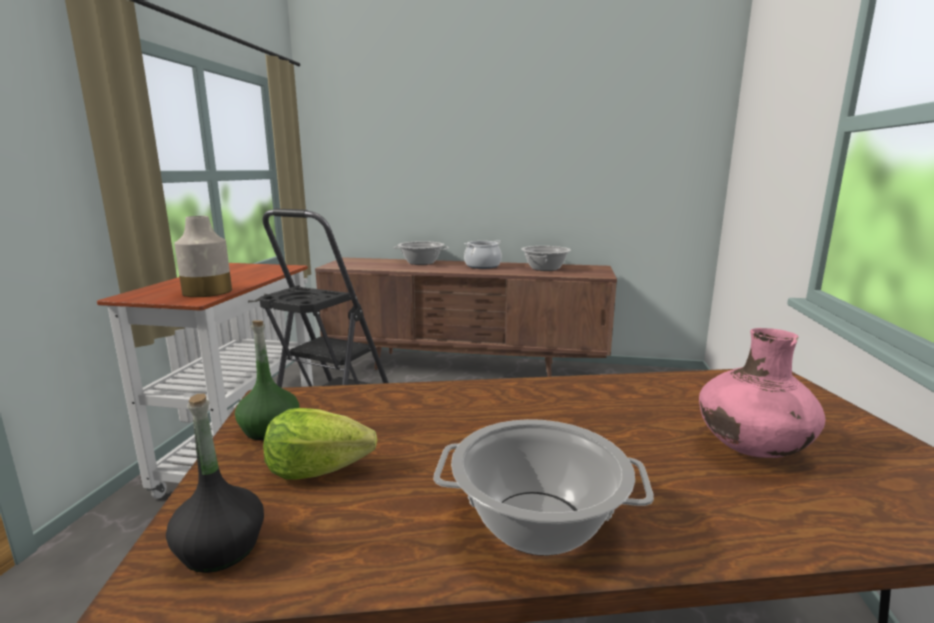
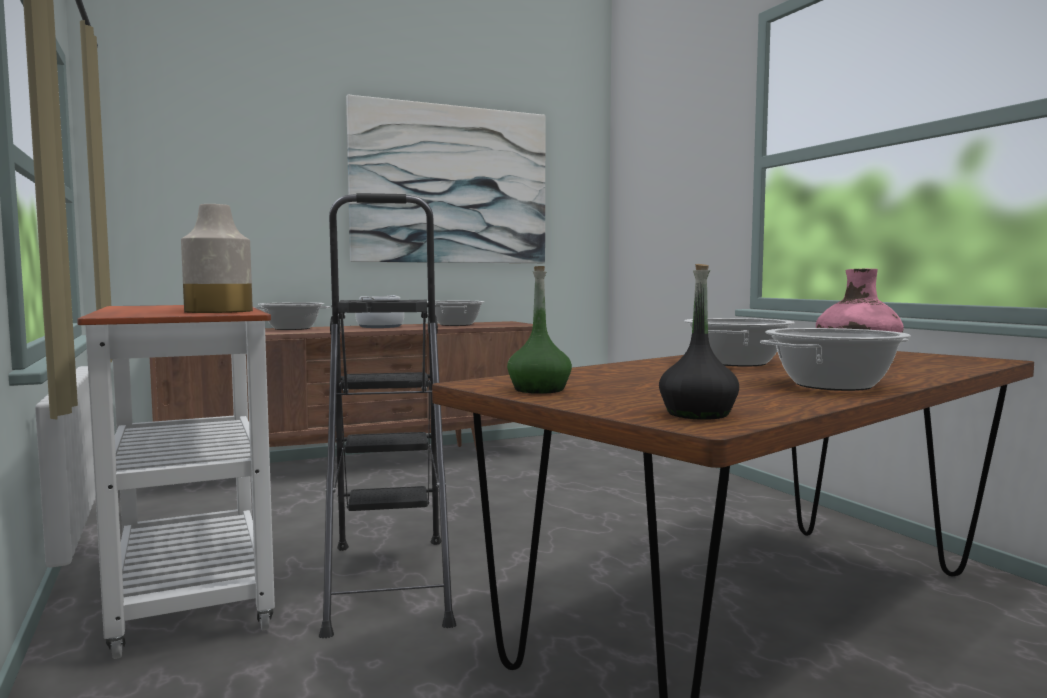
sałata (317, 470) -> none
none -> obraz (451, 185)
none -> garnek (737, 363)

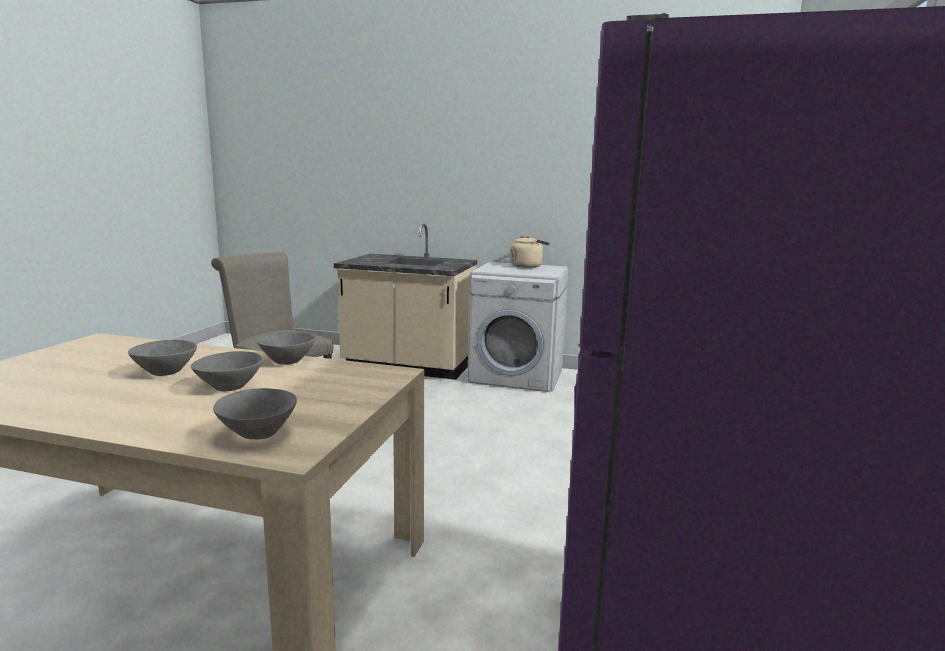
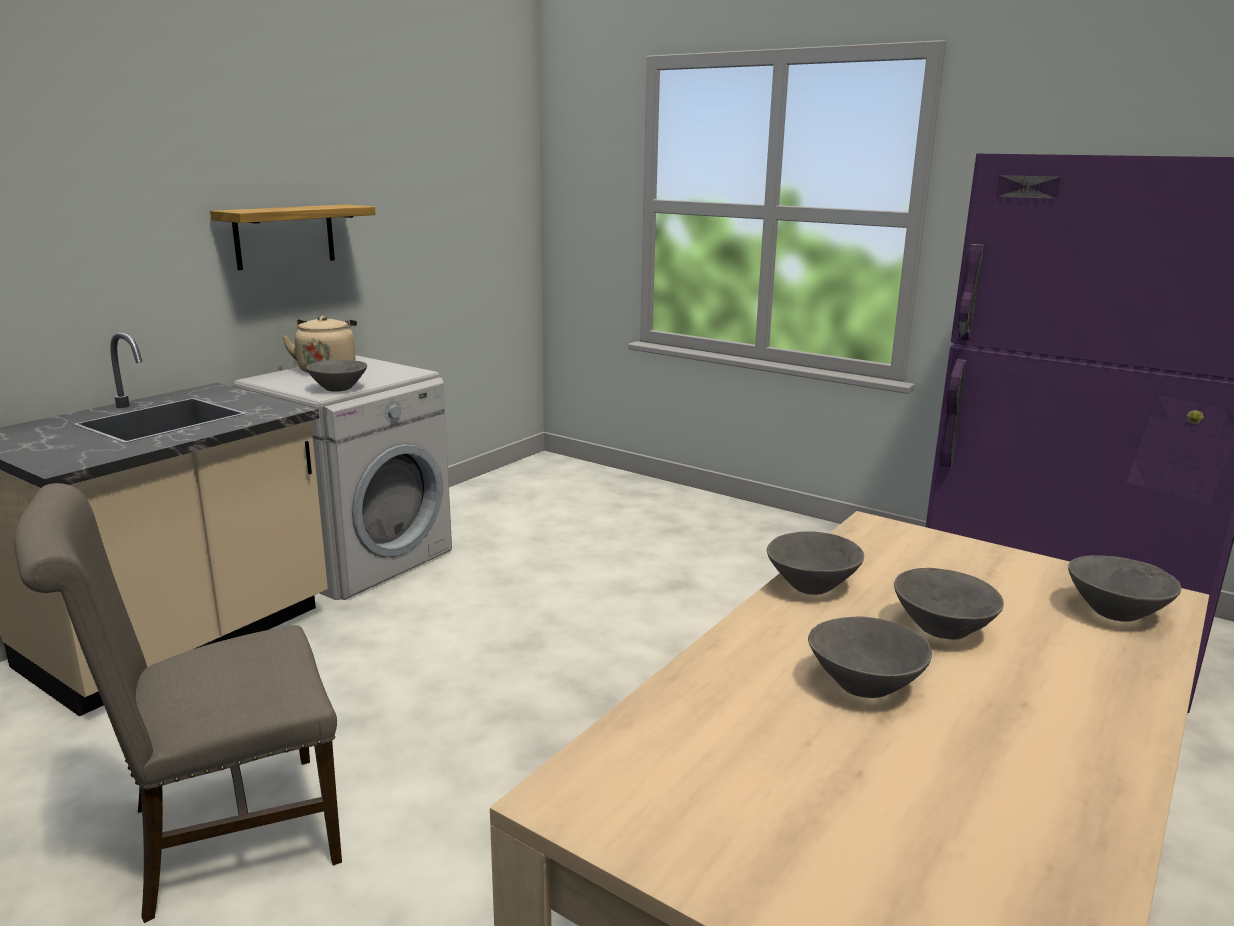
none -> półka (285, 236)
none -> miska (szary) (339, 389)

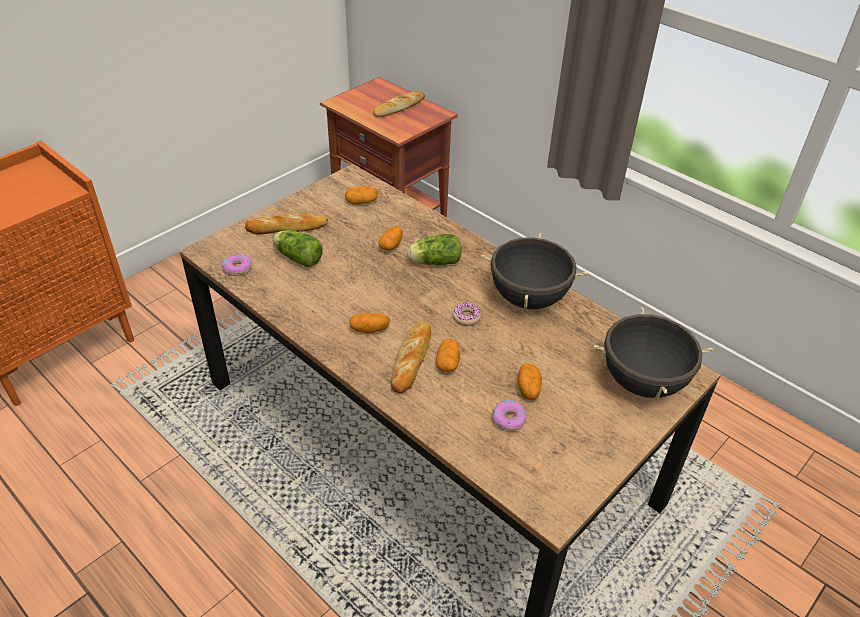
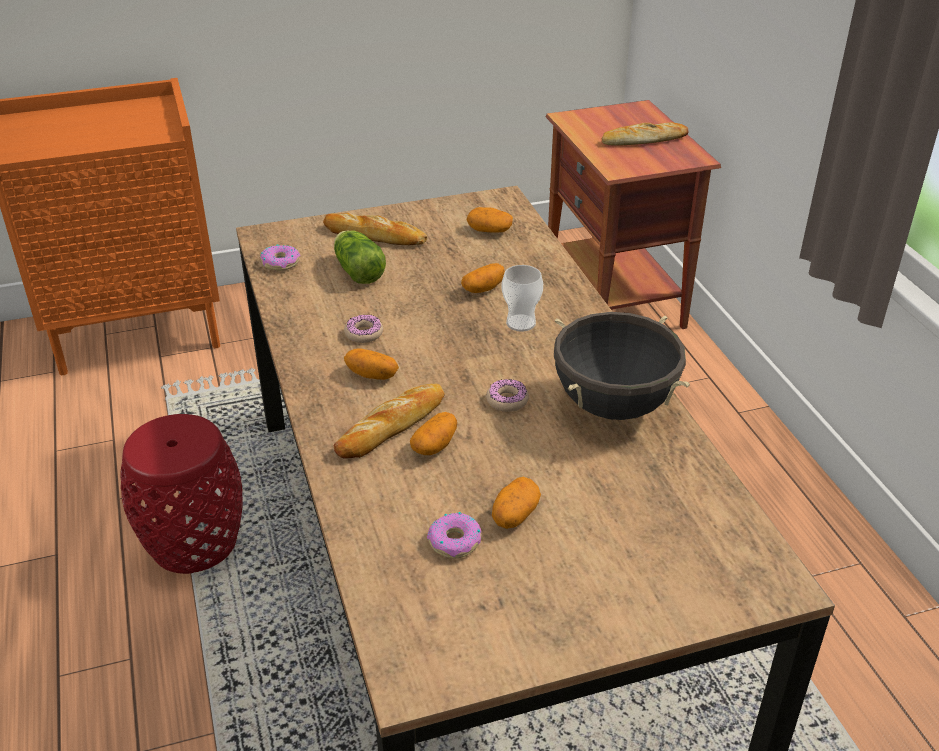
sałata (433, 262) -> filiżanka (521, 323)
garnek (czarny) (642, 382) -> none
none -> stołek (czerwony) (194, 543)
none -> donut (364, 333)

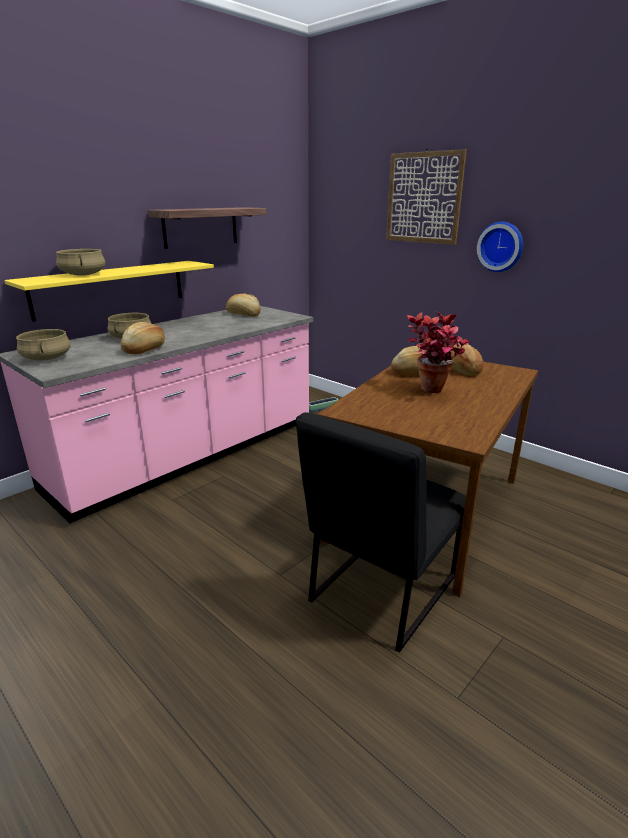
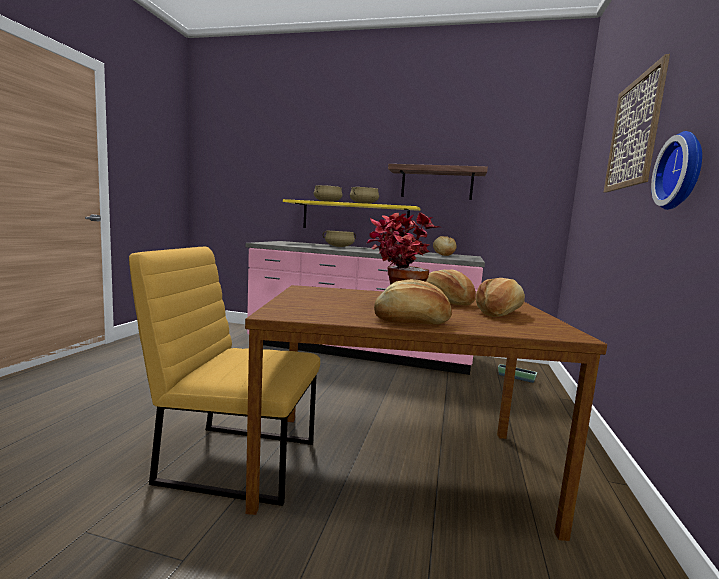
garnek (beżowy) (47, 358) -> garnek (beżowy) (364, 203), relocated
chleb (145, 349) -> chleb (412, 321), relocated
krzesło (czarny) (380, 590) -> krzesło (żółty) (235, 460)

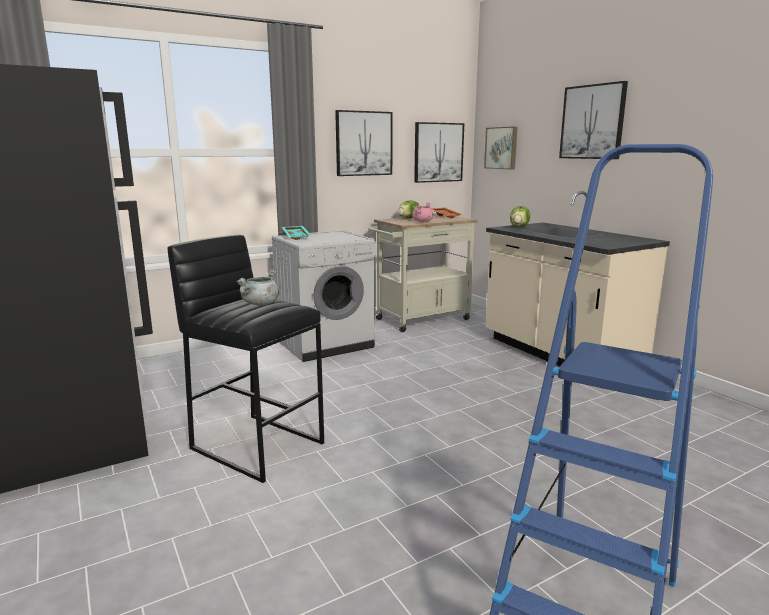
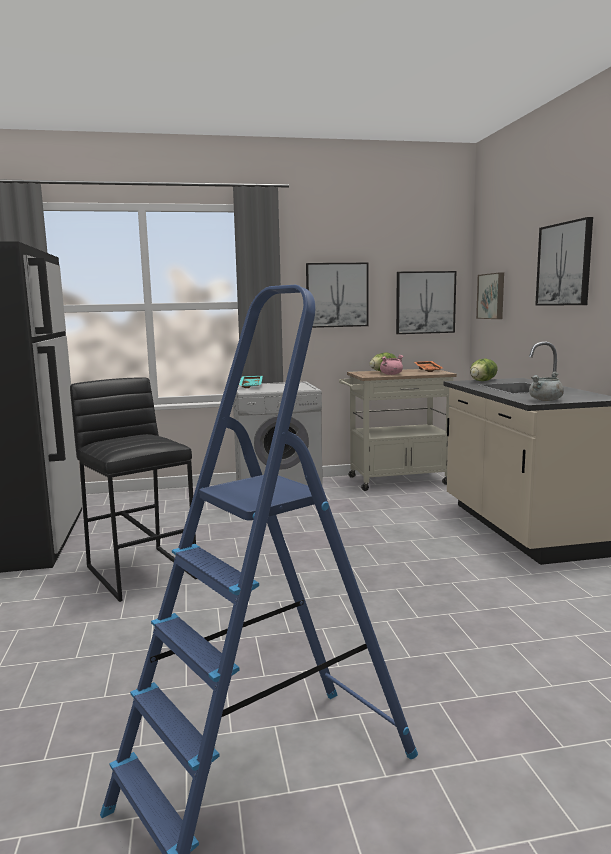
garnek (szary) (260, 304) -> garnek (szary) (545, 400), relocated

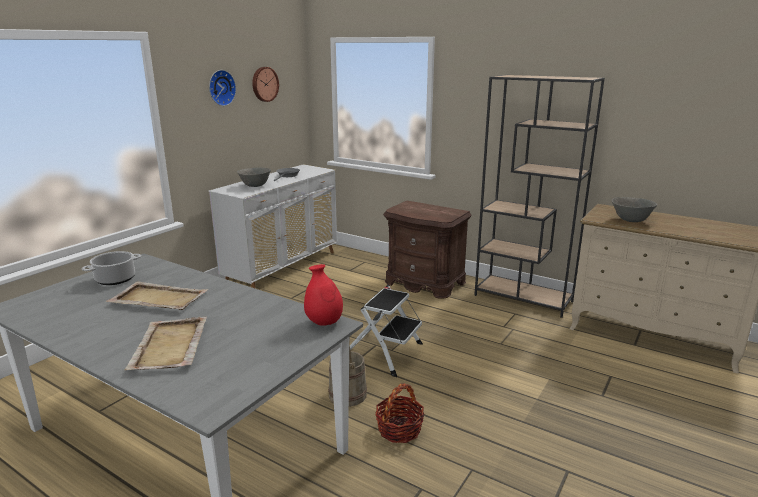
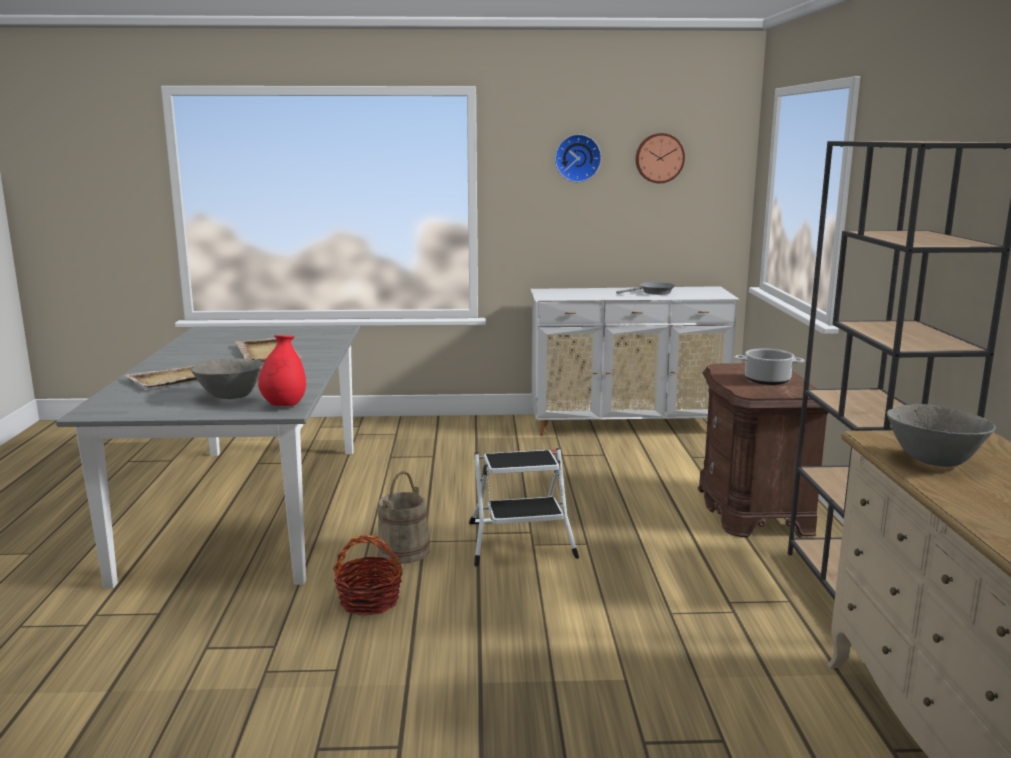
garnek (115, 279) -> garnek (766, 380), relocated
miska (szary) (255, 186) -> miska (szary) (230, 397), relocated

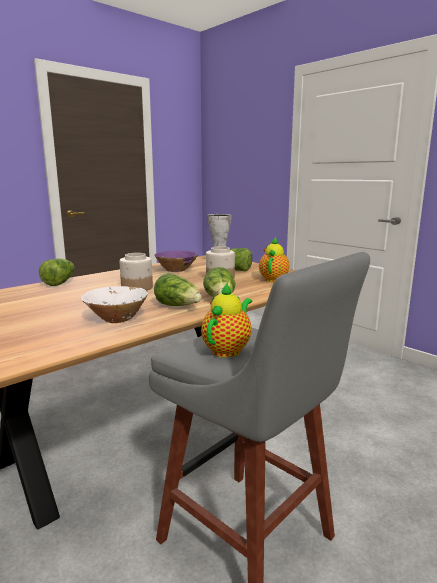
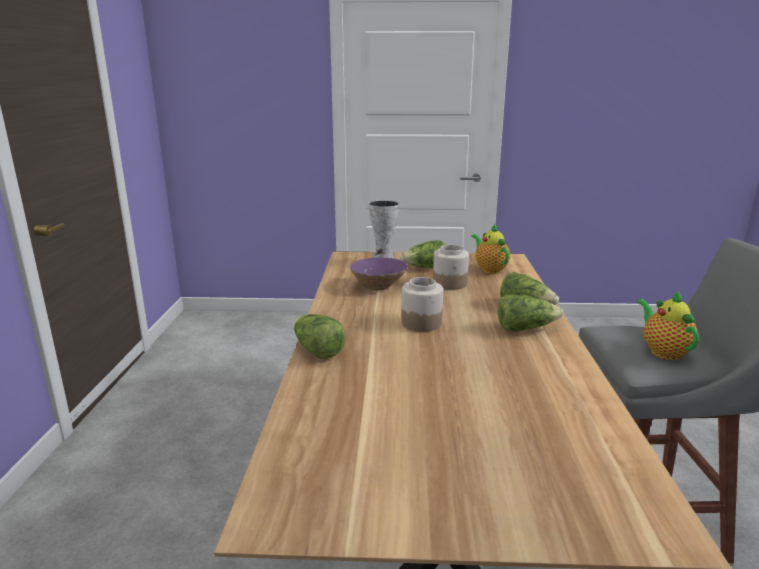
miska (biały) (117, 319) -> none

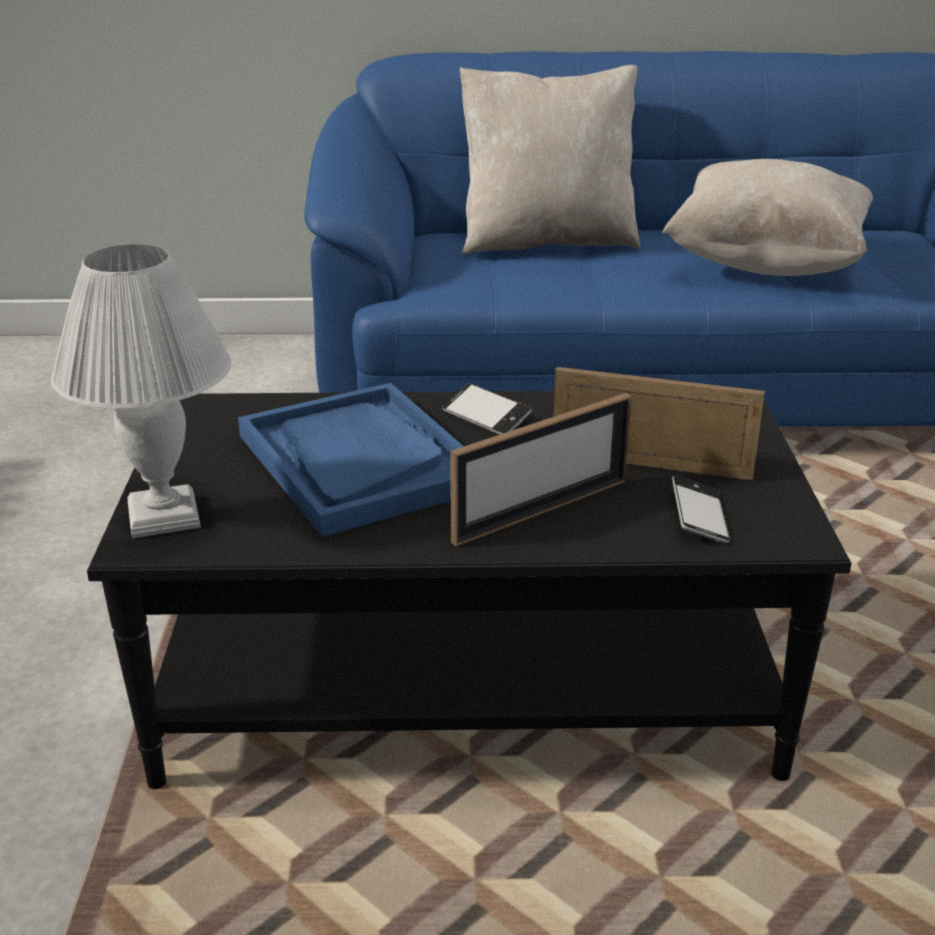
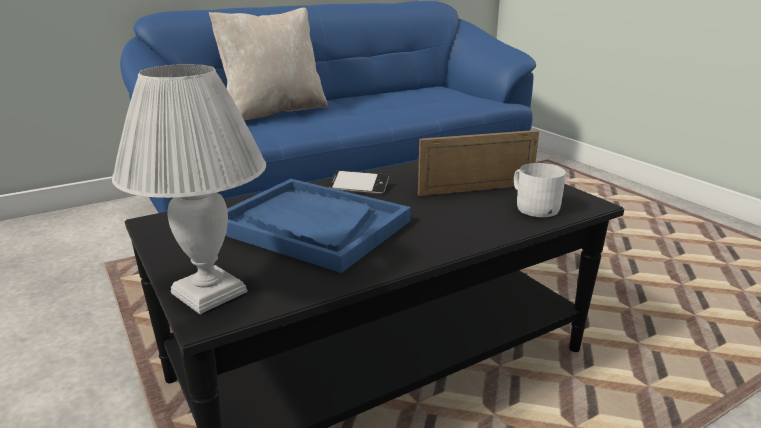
ramka na zdjęcie (541, 511) -> none
poduszka (beżowy) (766, 265) -> none
telefon (699, 517) -> kubek (biały) (533, 206)

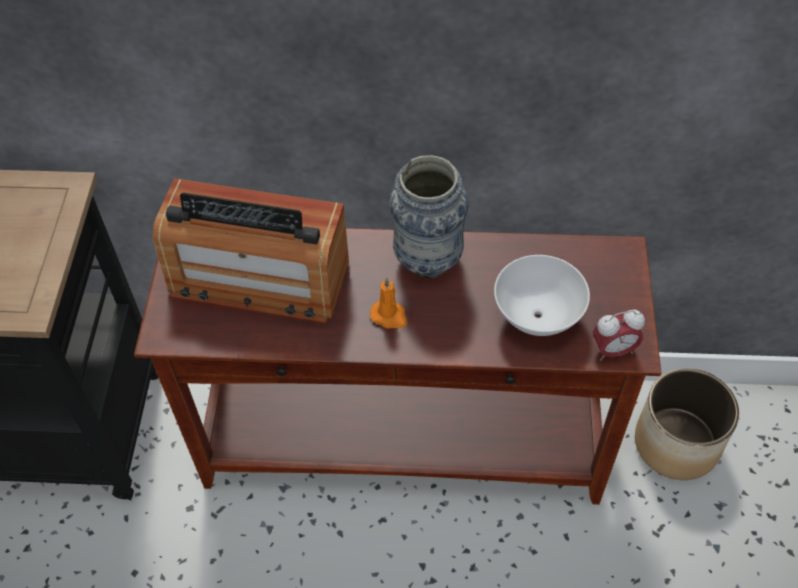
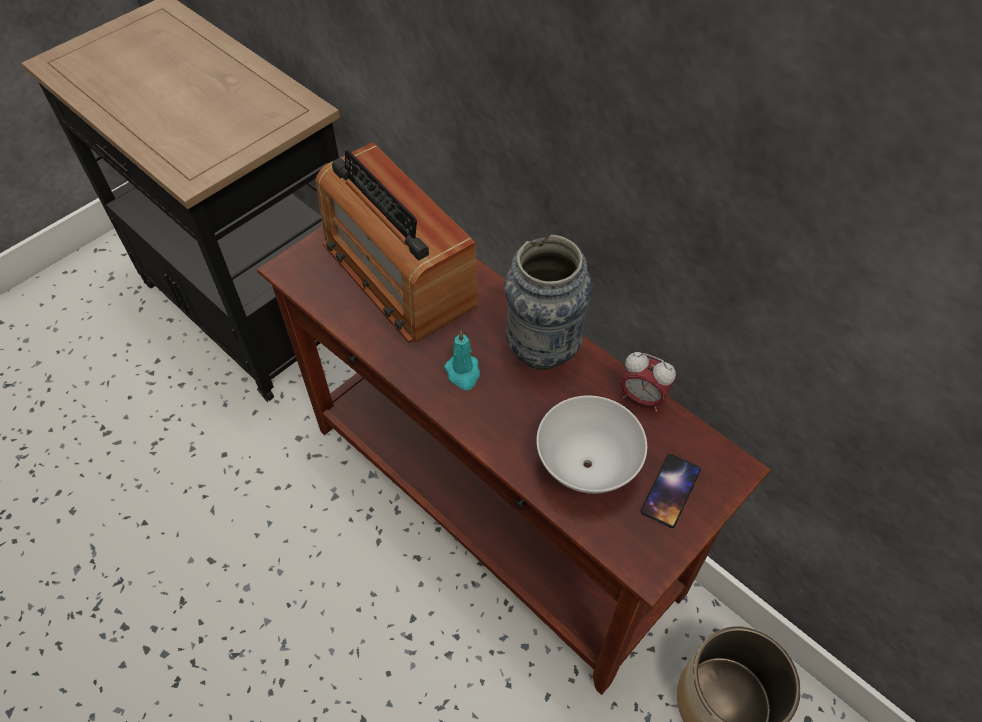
świeca (pomarańczowy) (389, 316) -> świeca (turkusowy) (463, 373)
budzik (613, 350) -> budzik (642, 398), relocated
none -> telefon (670, 490)

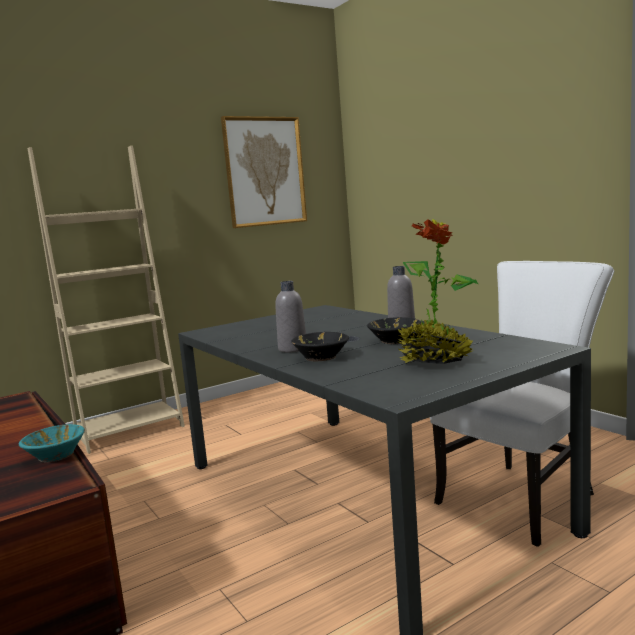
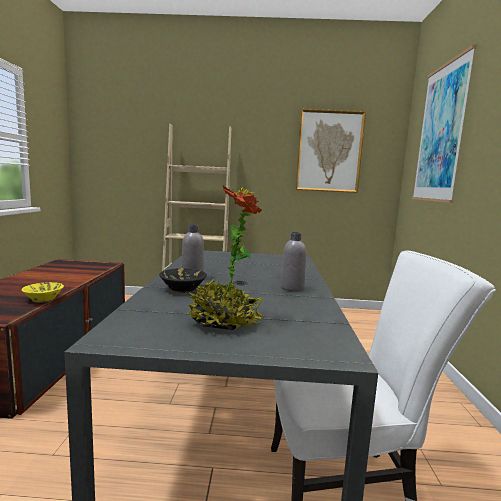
miska (turkusowy) (55, 455) -> miska (żółty) (44, 299)
miska (czarny) (394, 341) -> none
none -> obraz (441, 133)

